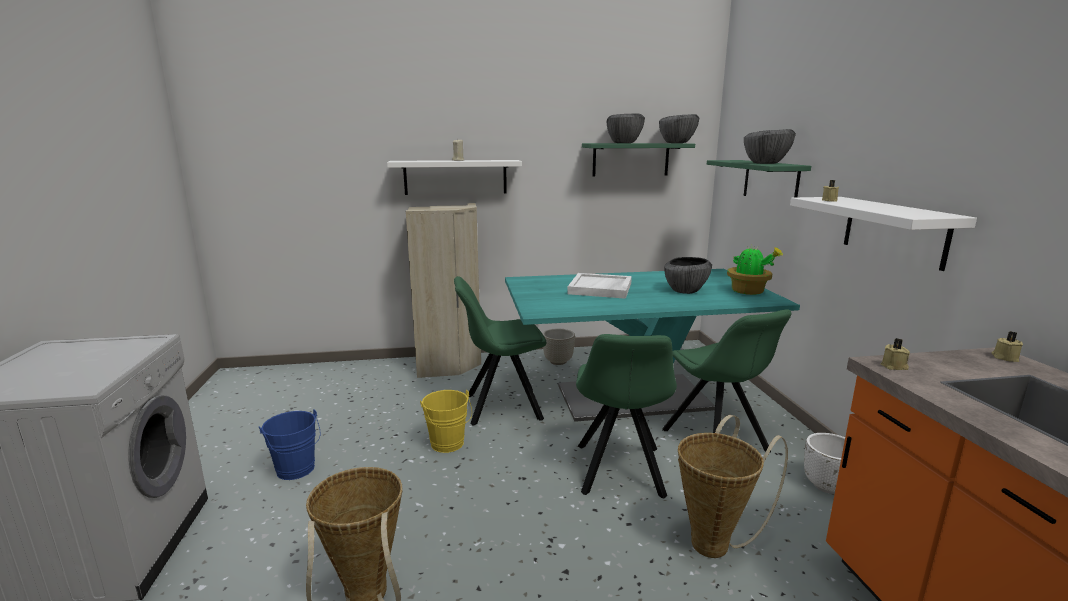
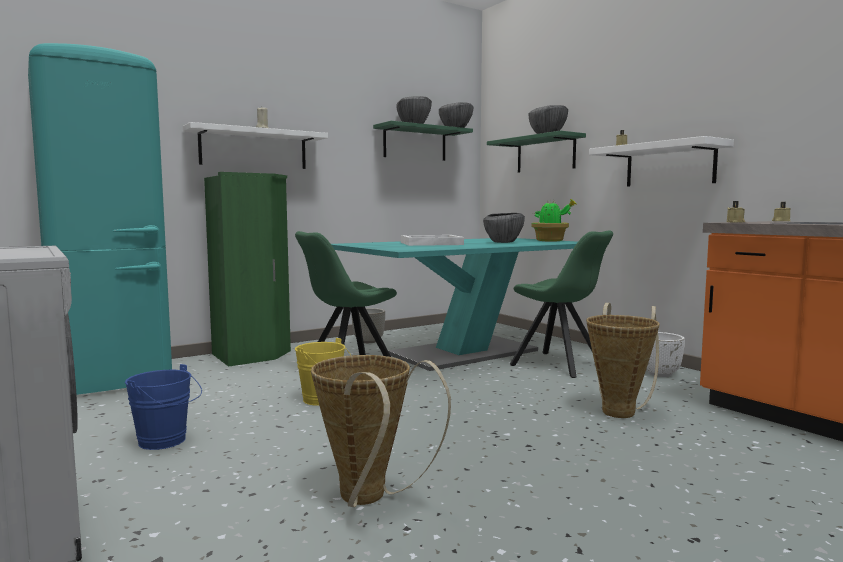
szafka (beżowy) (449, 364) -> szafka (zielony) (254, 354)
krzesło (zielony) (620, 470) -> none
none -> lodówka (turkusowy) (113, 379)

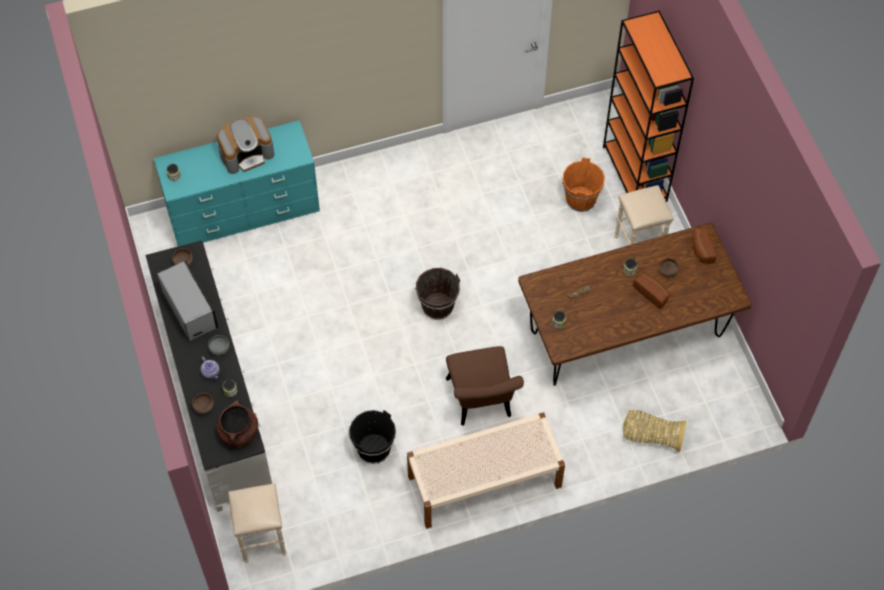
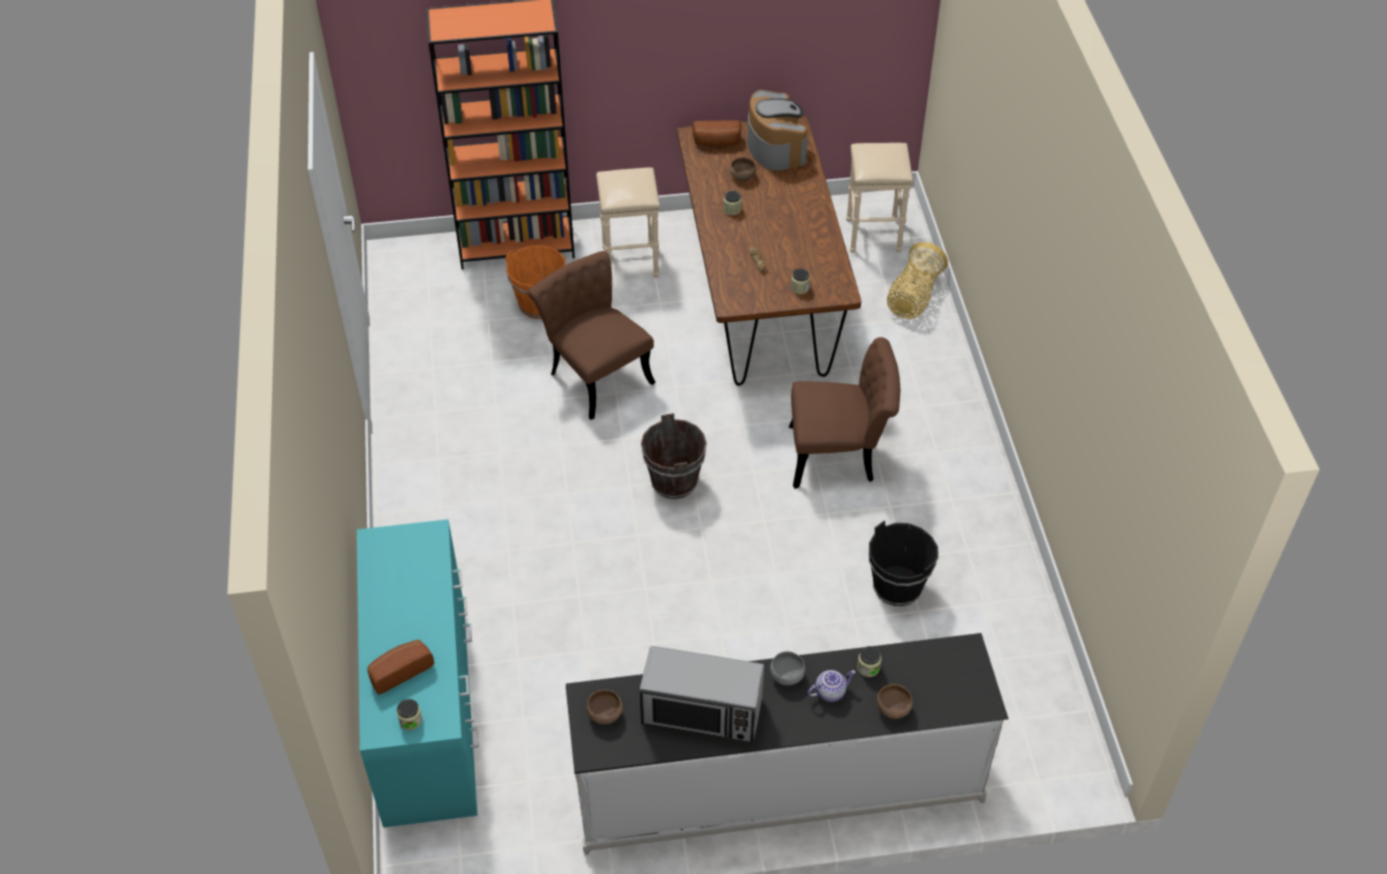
mikrofalówka (190, 309) -> mikrofalówka (702, 711), 150 degrees counterclockwise
ekspres do kawy (246, 153) -> ekspres do kawy (775, 147), relocated
garnek (brązowy) (239, 433) -> none
stołek (beżowy) (261, 541) -> stołek (beżowy) (874, 236), relocated
ławka (beżowy) (484, 482) -> none
chleb (652, 293) -> chleb (399, 671), relocated
none -> krzesło (brązowy) (595, 374)

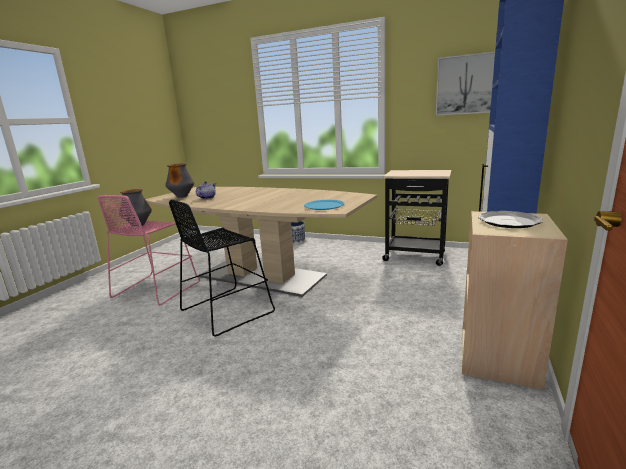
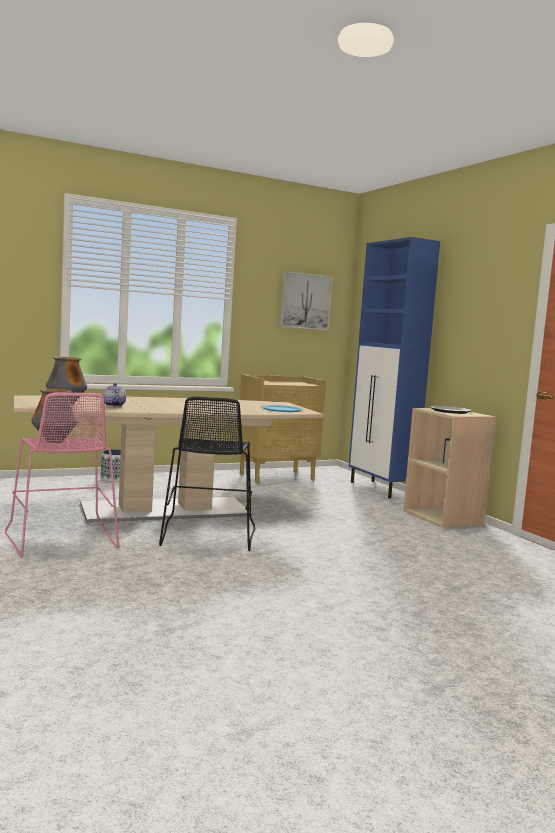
wózek (415, 256) -> szafka (beżowy) (277, 477)

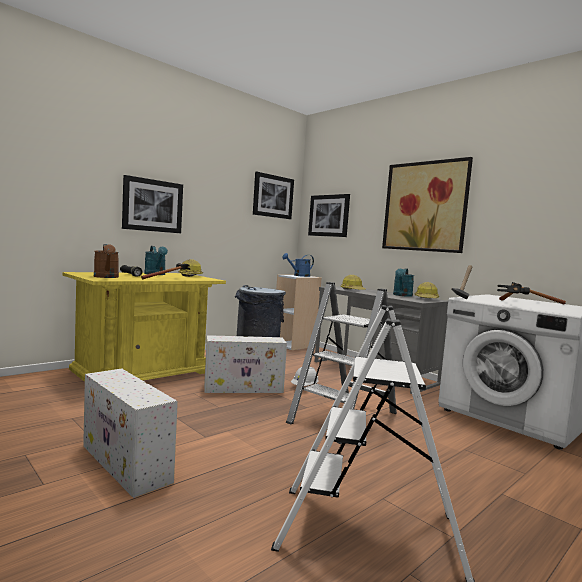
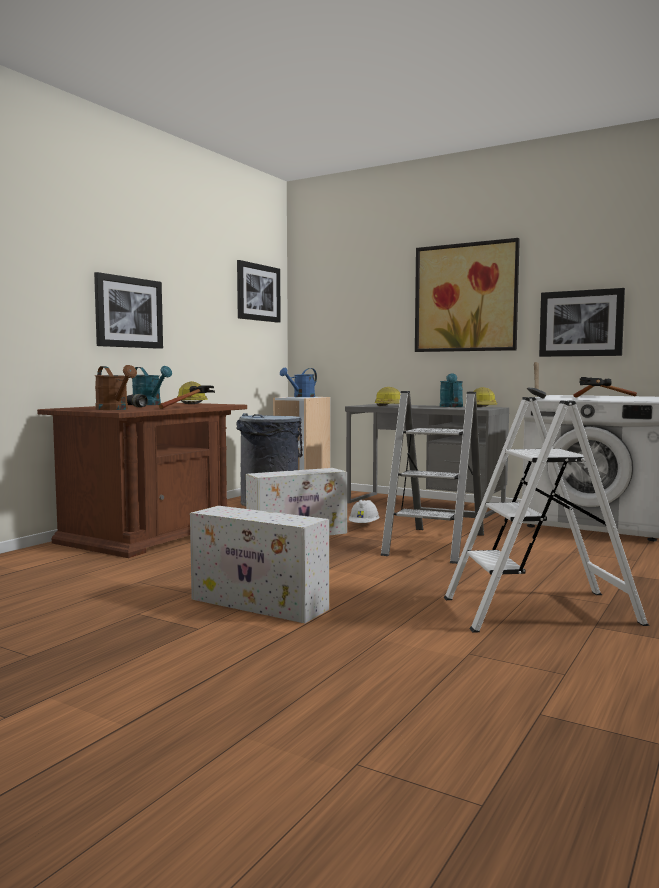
szafka (żółty) (144, 370) -> szafka (brązowy) (152, 533)
obraz (329, 215) -> obraz (581, 323), relocated

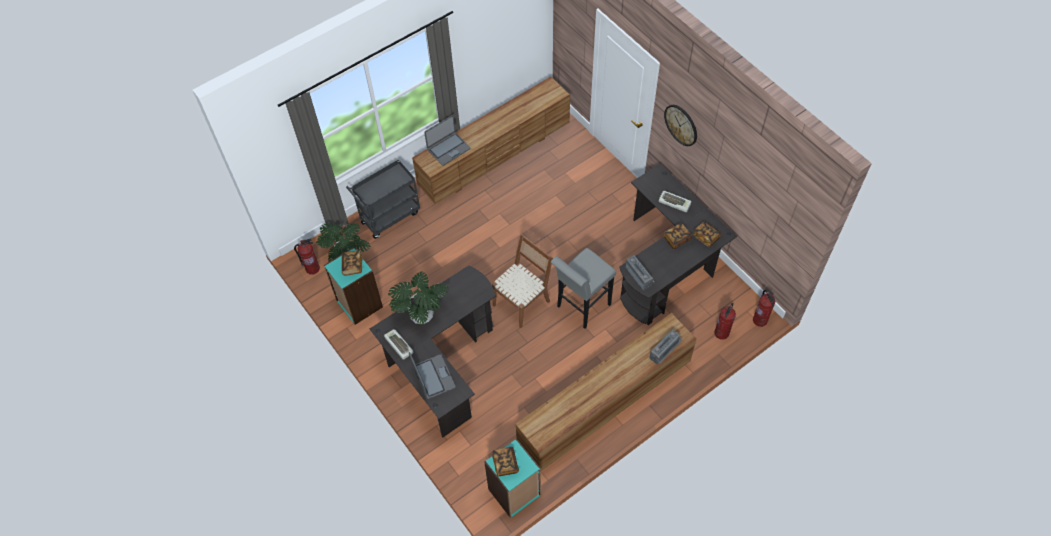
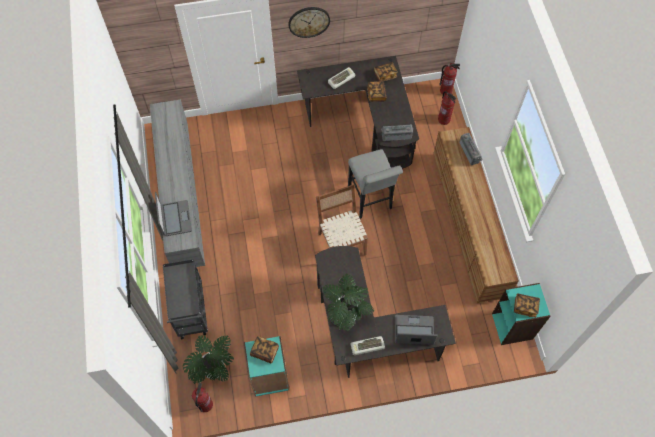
szafka (brązowy) (494, 158) -> szafka (szary) (181, 198)

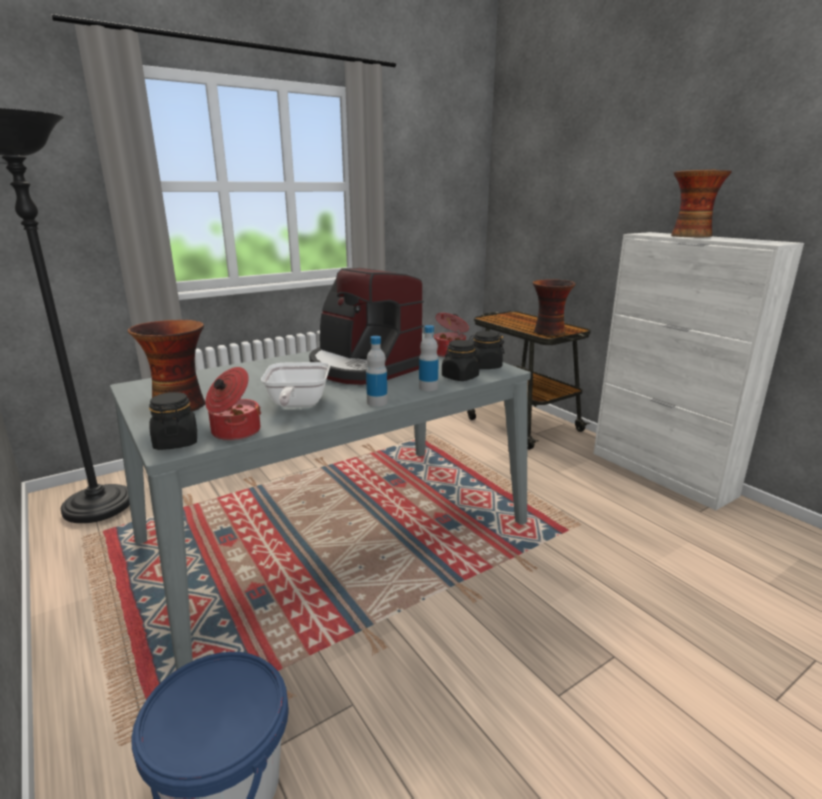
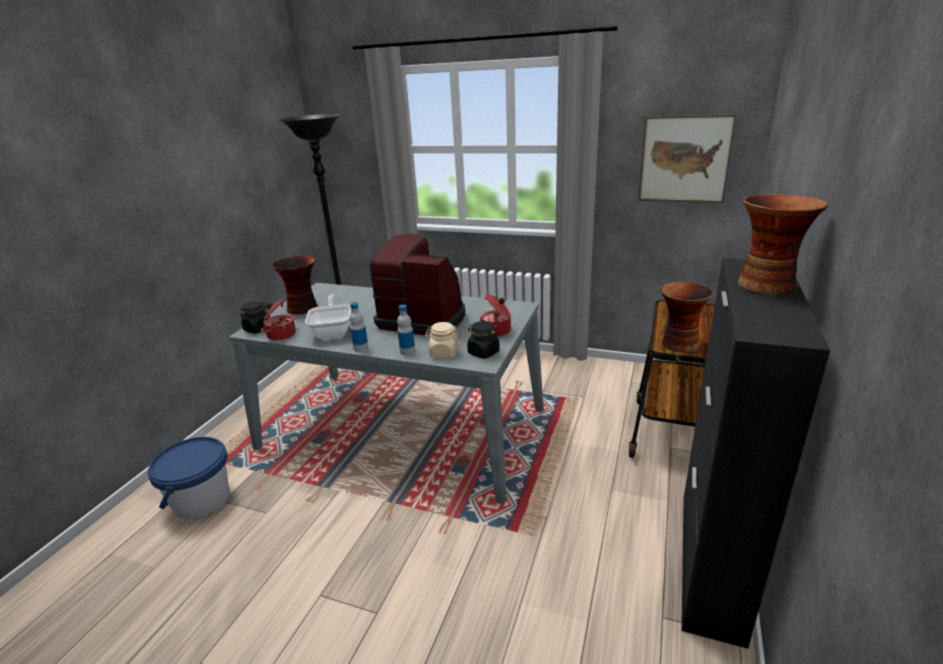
patelnia (297, 405) -> patelnia (333, 331), 120 degrees clockwise
ekspres do kawy (364, 367) -> ekspres do kawy (423, 319), 105 degrees clockwise
słoik (czarny) (460, 377) -> słoik (beżowy) (443, 353)
szafka (biały) (661, 474) -> szafka (czarny) (710, 563)
none -> obraz (684, 159)

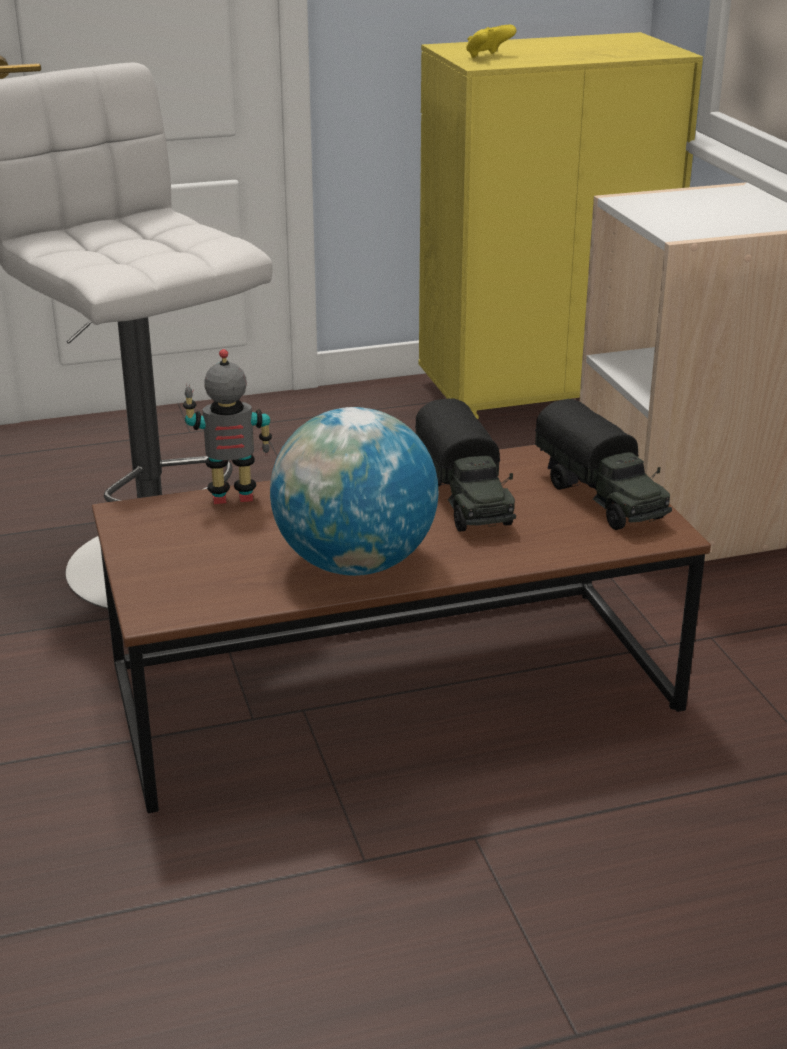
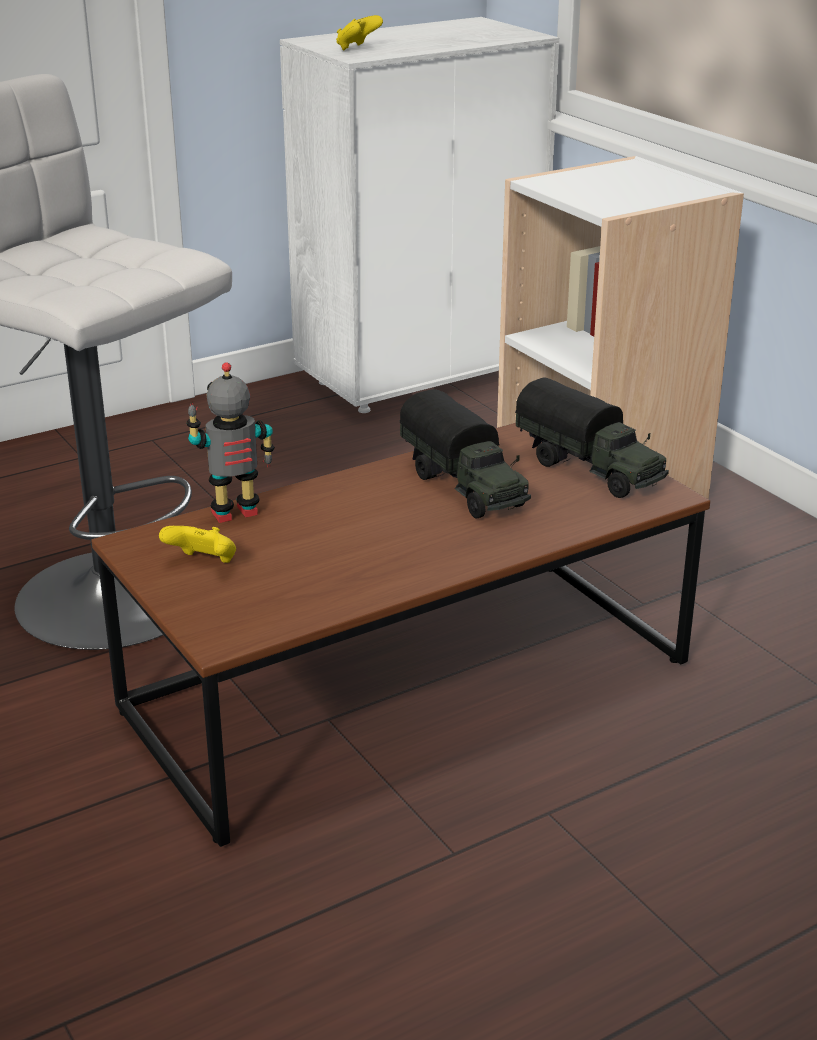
globus (354, 563) -> none
szafka (żółty) (543, 391) -> szafka (biały) (420, 377)
none -> pad do gier (żółty) (203, 563)

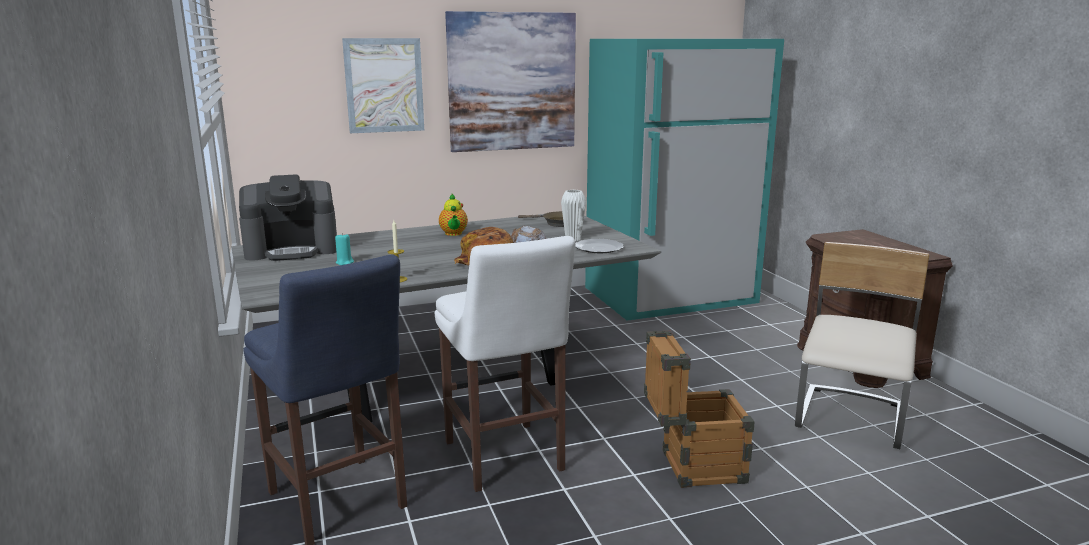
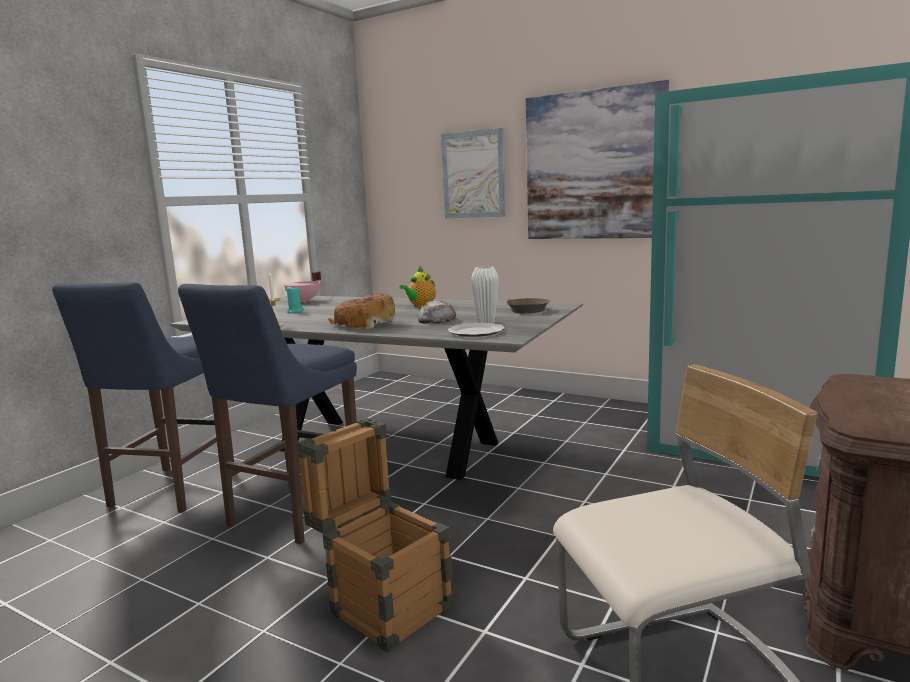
ekspres do kawy (292, 249) -> garnek (różowy) (304, 301)
stołek (biały) (505, 459) -> stołek (niebieski) (290, 514)

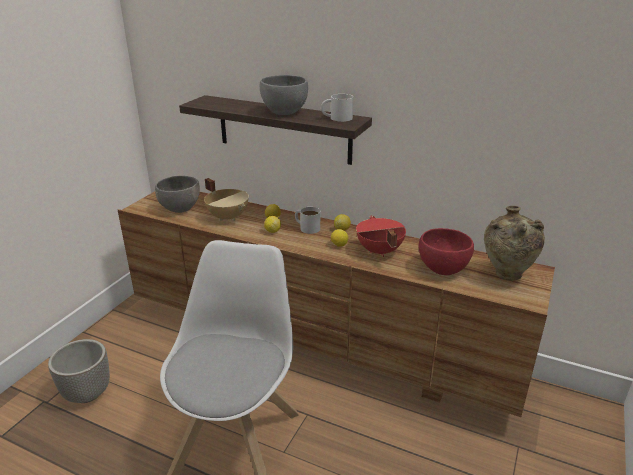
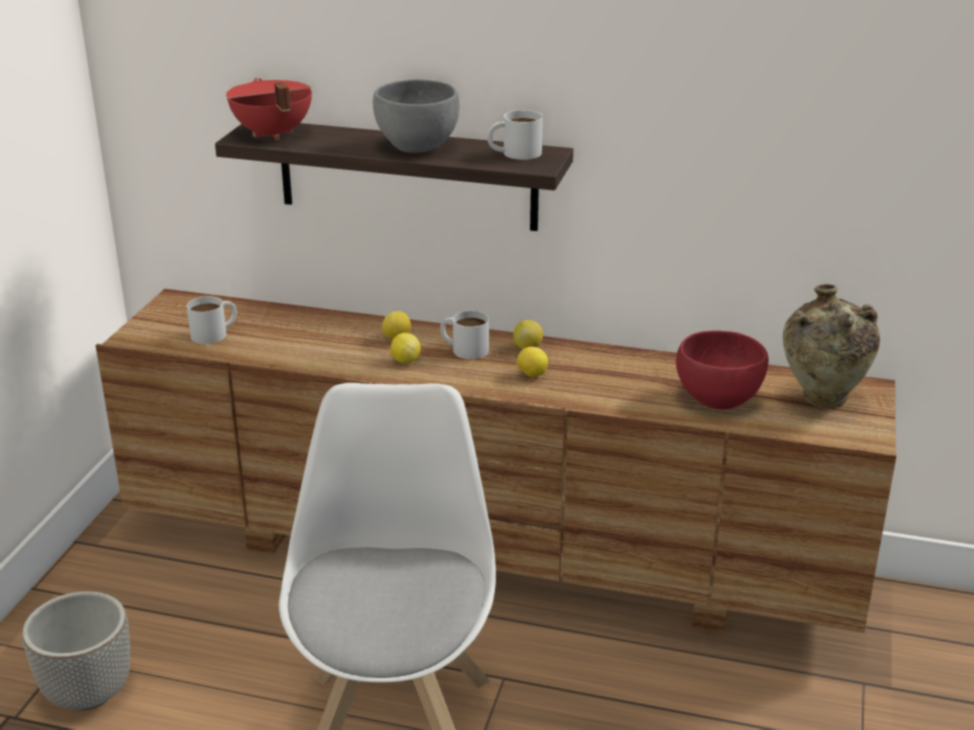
miska (szary) (180, 208) -> kubek (biały) (215, 333)
garnek (beżowy) (228, 217) -> none
garnek (czerwony) (378, 251) -> garnek (czerwony) (271, 134), relocated

